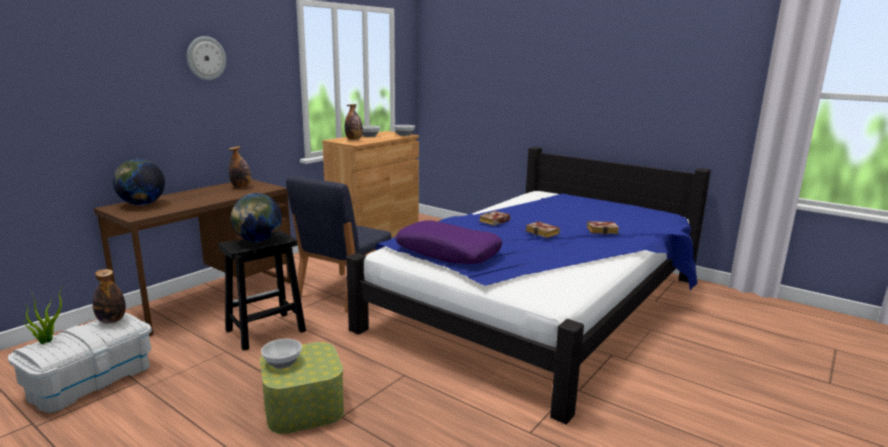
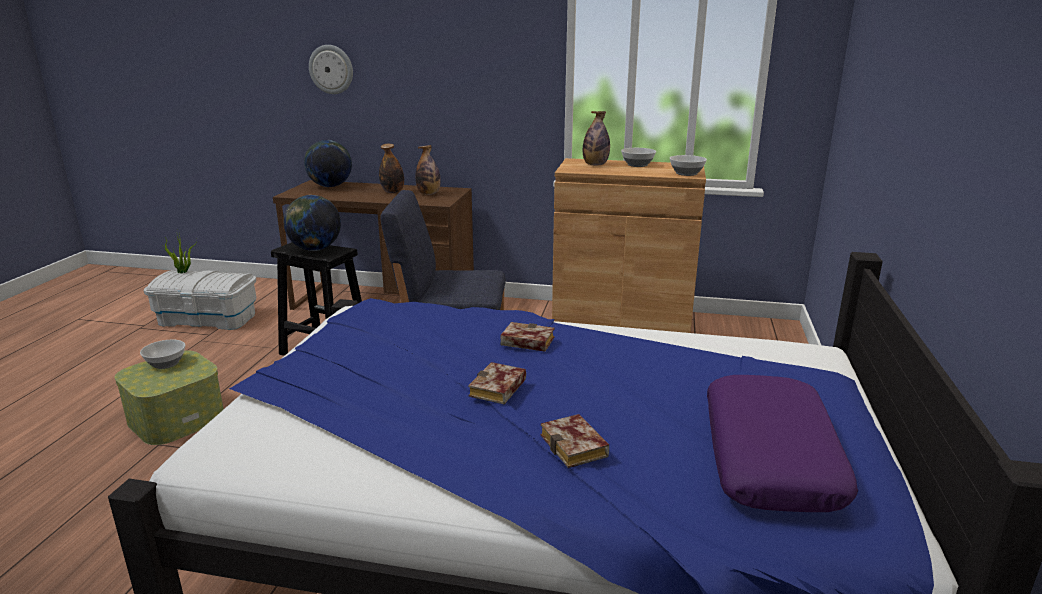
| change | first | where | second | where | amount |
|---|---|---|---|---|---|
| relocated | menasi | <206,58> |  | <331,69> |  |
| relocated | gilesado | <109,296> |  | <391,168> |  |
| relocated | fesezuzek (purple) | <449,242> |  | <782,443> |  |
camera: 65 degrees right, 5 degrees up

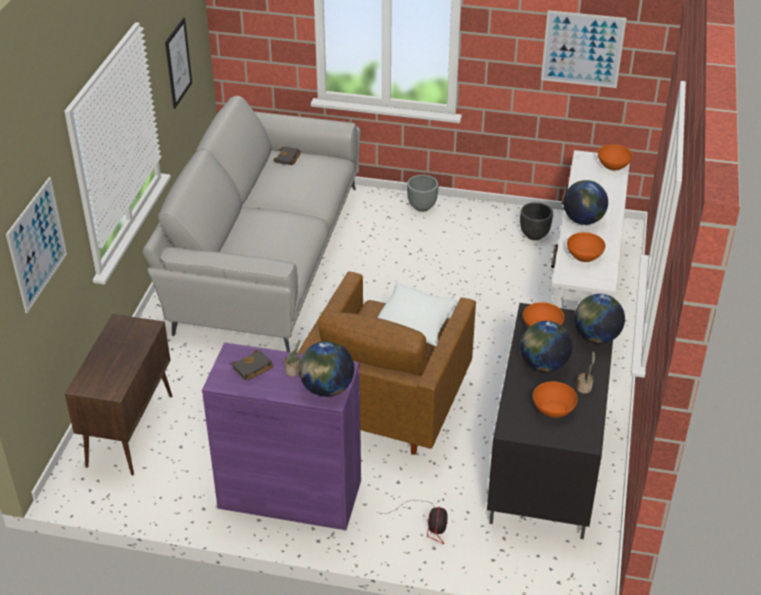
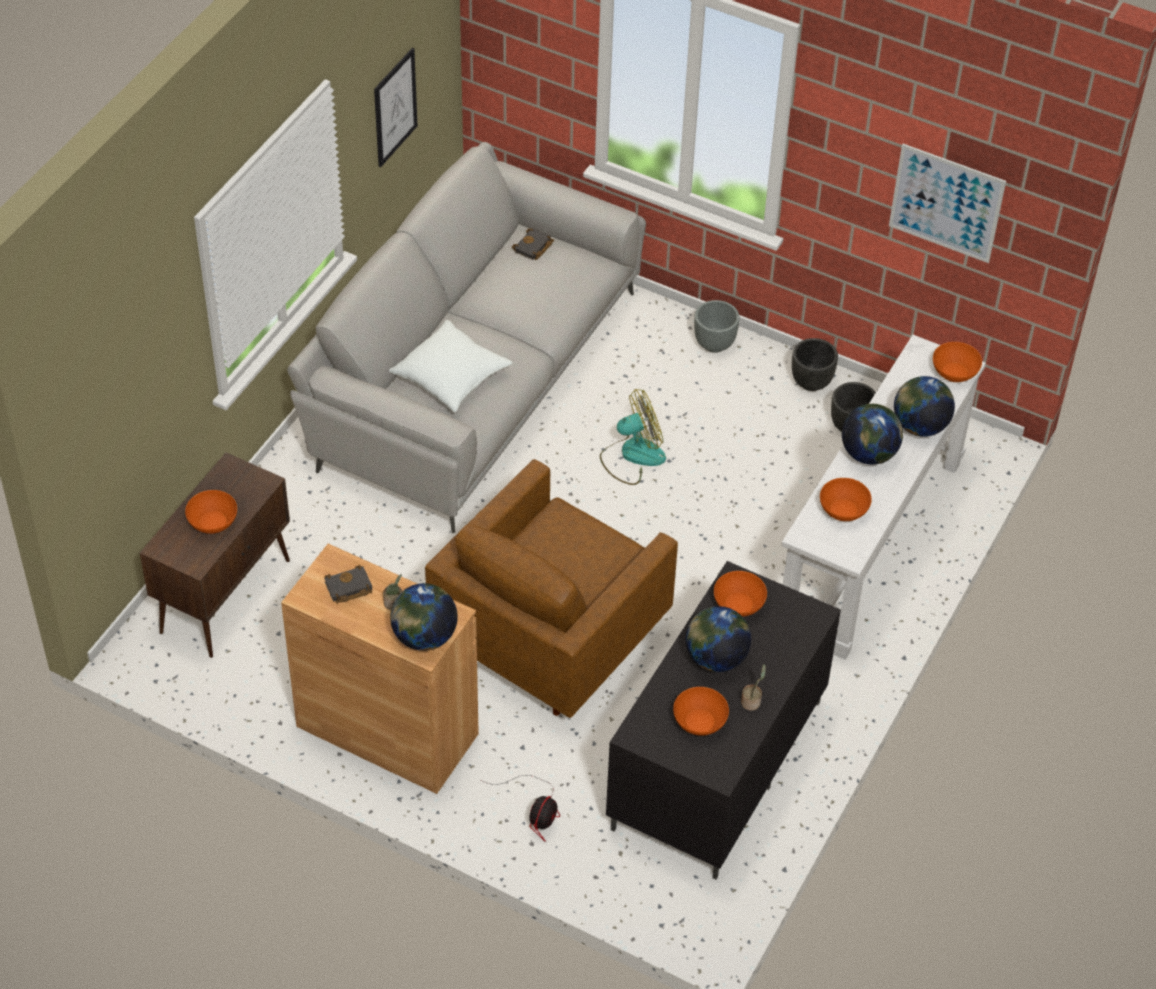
| change | first | where | second | where | amount |
|---|---|---|---|---|---|
| appeared |  |  | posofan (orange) | <211,512> |  |
| colour | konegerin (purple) | <281,436> | konegerin (brown) | <380,669> |  |
| relocated | fesezuzek (white) | <417,314> |  | <450,366> |  |
| appeared |  |  | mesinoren | <633,437> |  |
| appeared |  |  | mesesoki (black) | <815,364> |  |
| relocated | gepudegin | <599,319> |  | <924,406> |  |
| missing | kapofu | <36,245> |  |  |  |
camera: 15 degrees right, 10 degrees up

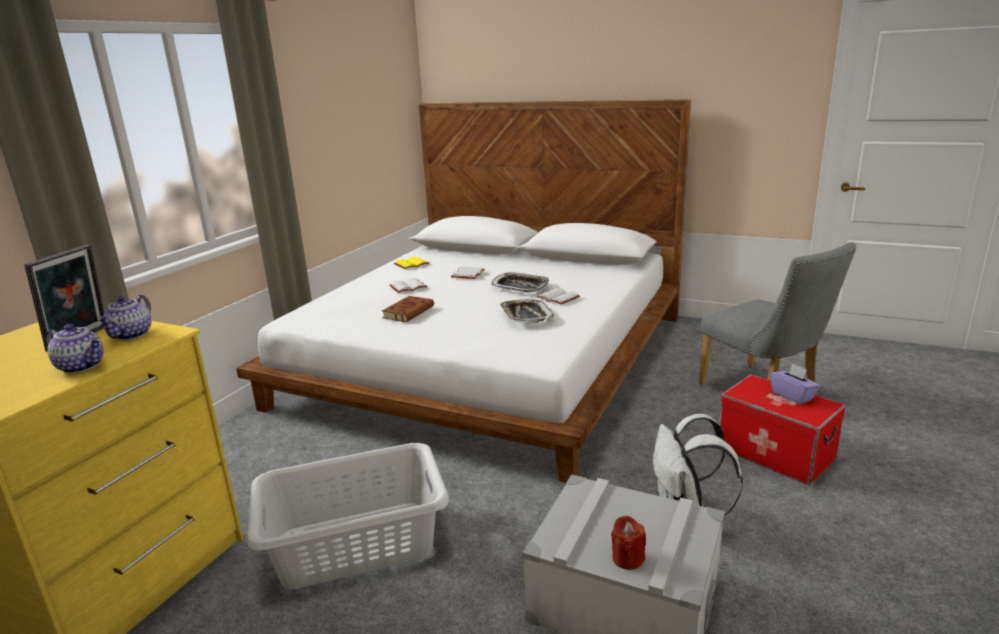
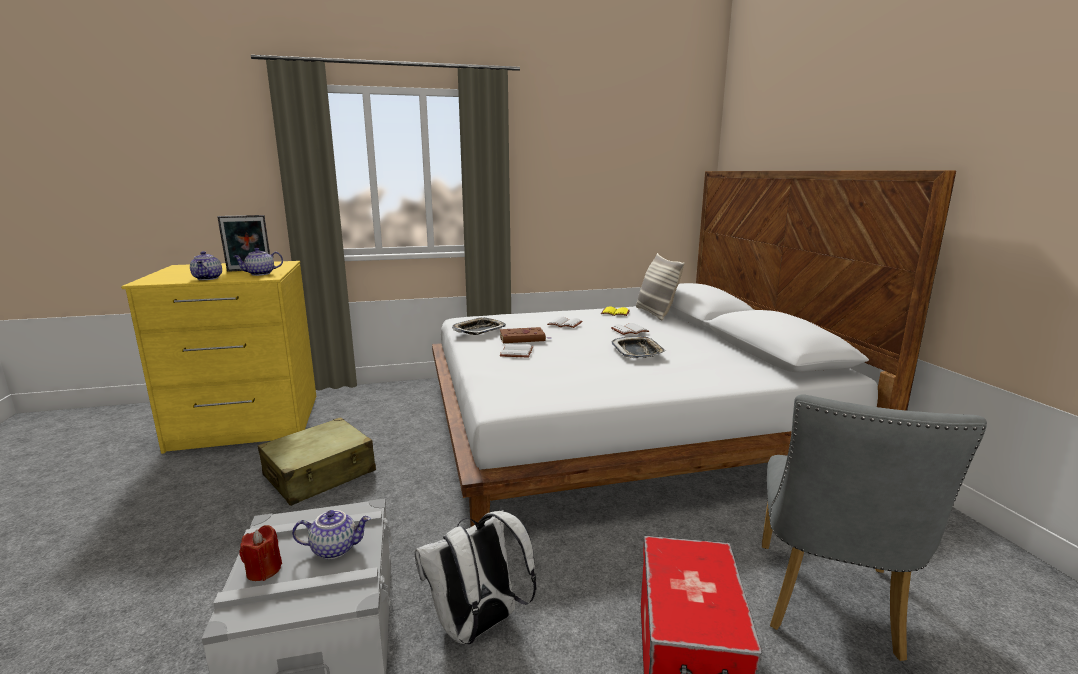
| change | first | where | second | where | amount |
|---|---|---|---|---|---|
| exchanged | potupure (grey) | <348,516> | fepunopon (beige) | <317,461> |  |
| appeared |  |  | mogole | <331,534> |  |
| relocated | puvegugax | <526,311> |  | <479,326> |  |
| relocated | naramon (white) | <558,296> |  | <517,351> |  |
| appeared |  |  | fesezuzek | <660,287> |  |
| missing | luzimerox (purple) | <795,383> |  |  |  |
camera: 50 degrees right, 5 degrees down

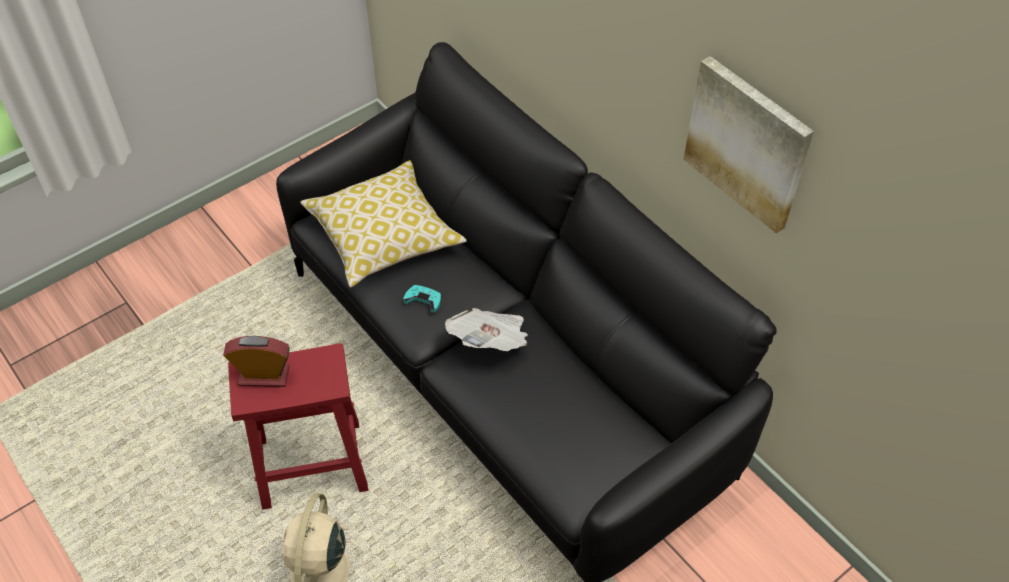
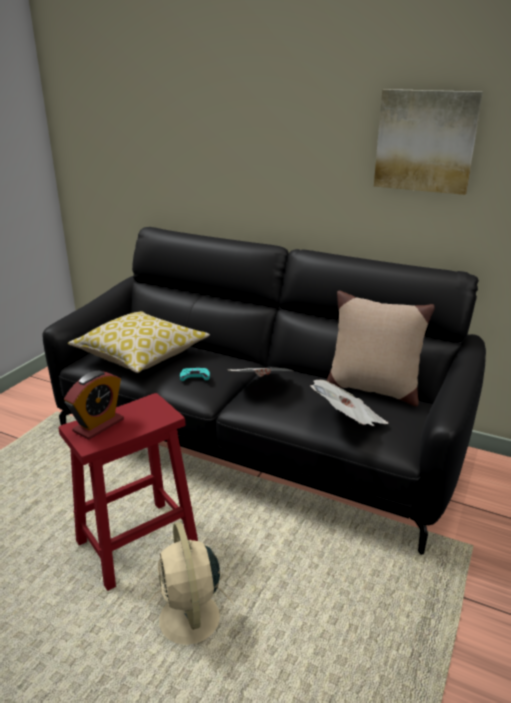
| change | first | where | second | where | amount |
|---|---|---|---|---|---|
| spun | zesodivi | <256,361> |  | <94,405> | 150 degrees clockwise |
| appeared |  |  | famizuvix | <349,403> |  |
| appeared |  |  | fesezuzek (beige) | <380,349> |  |
camera: 25 degrees left, 25 degrees down

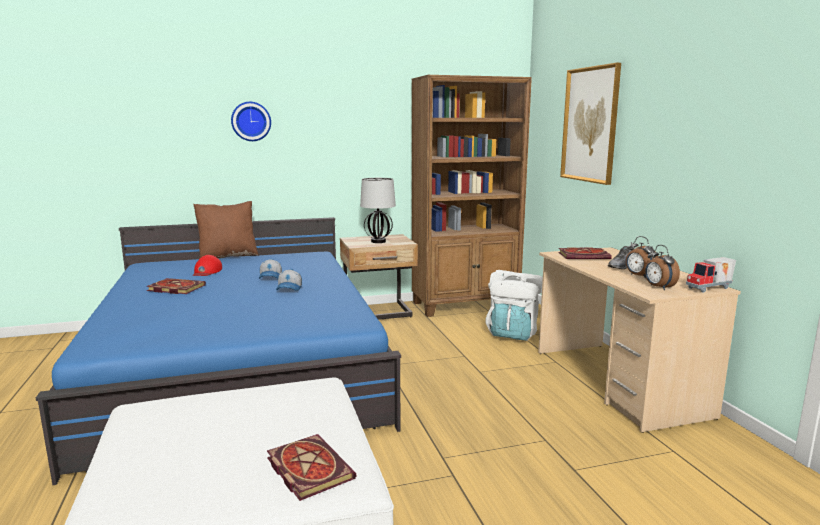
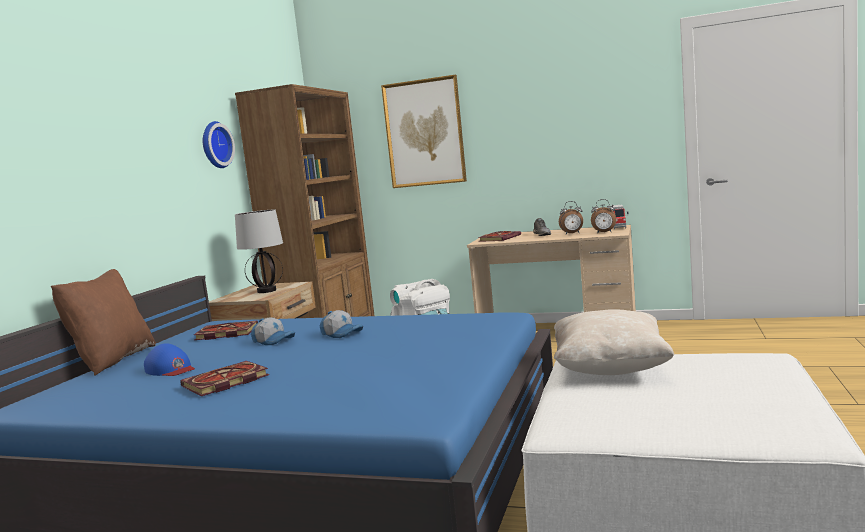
| change | first | where | second | where | amount |
|---|---|---|---|---|---|
| colour | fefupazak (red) | <207,265> | fefupazak (blue) | <169,359> |  |
| relocated | naramon | <311,467> |  | <226,330> |  |
| relocated | menasi | <251,121> |  | <219,144> |  |
| appeared |  |  | fesezuzek (beige) | <614,342> |  |
camera: 55 degrees left, 5 degrees down

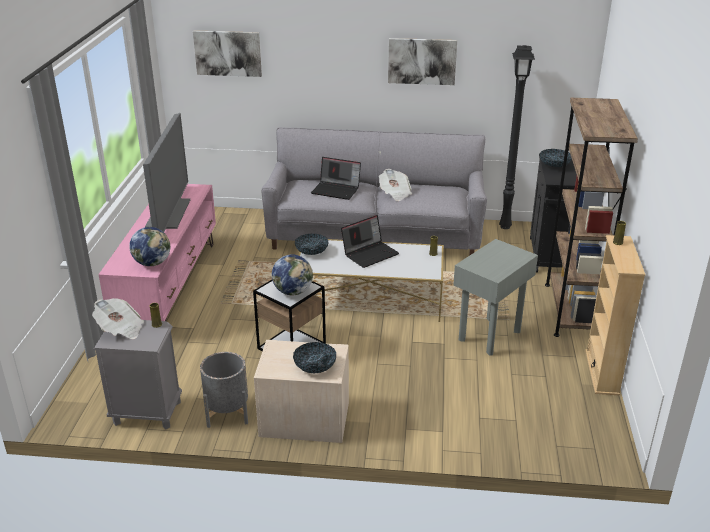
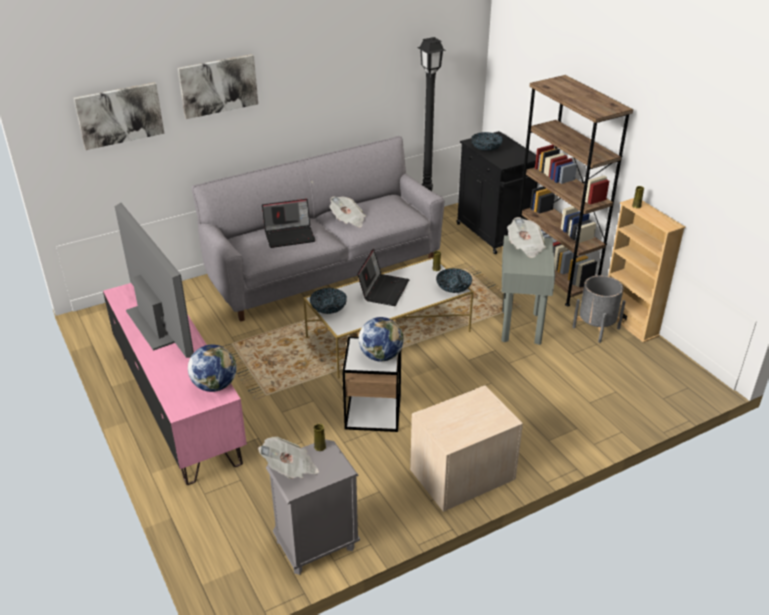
| change | first | where | second | where | amount |
|---|---|---|---|---|---|
| relocated | kapofu | <422,61> |  | <218,86> |  |
| relocated | posofan | <314,357> |  | <454,280> |  |
| appeared |  |  | famizuvix | <526,237> |  |
| relocated | mesesoki (grey) | <224,390> |  | <599,309> |  |
camera: 35 degrees left, 5 degrees up

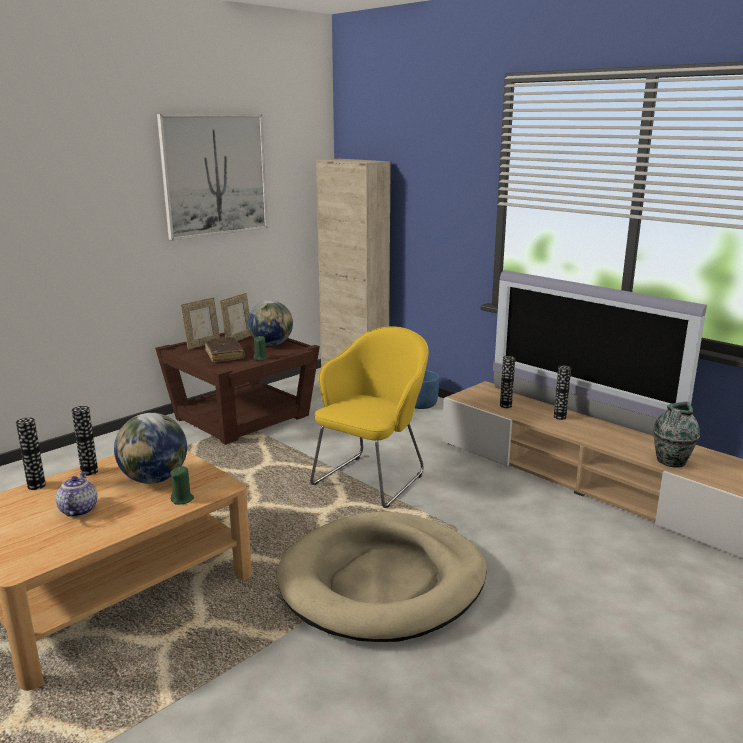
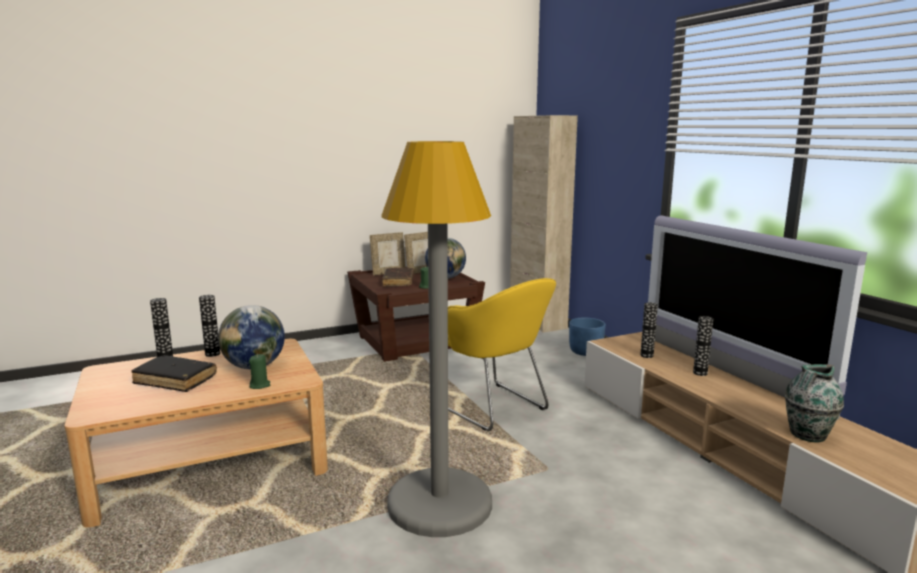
| change | first | where | second | where | amount |
|---|---|---|---|---|---|
| exchanged | mogole | <76,494> | naramon (black) | <174,373> |  |
| exchanged | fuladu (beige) | <382,577> | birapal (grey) | <436,339> |  |
| spun | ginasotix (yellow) | <369,417> |  | <502,354> | 90 degrees clockwise |
| missing | kapofu | <212,177> |  |  |  |
camera: 20 degrees right, 5 degrees down

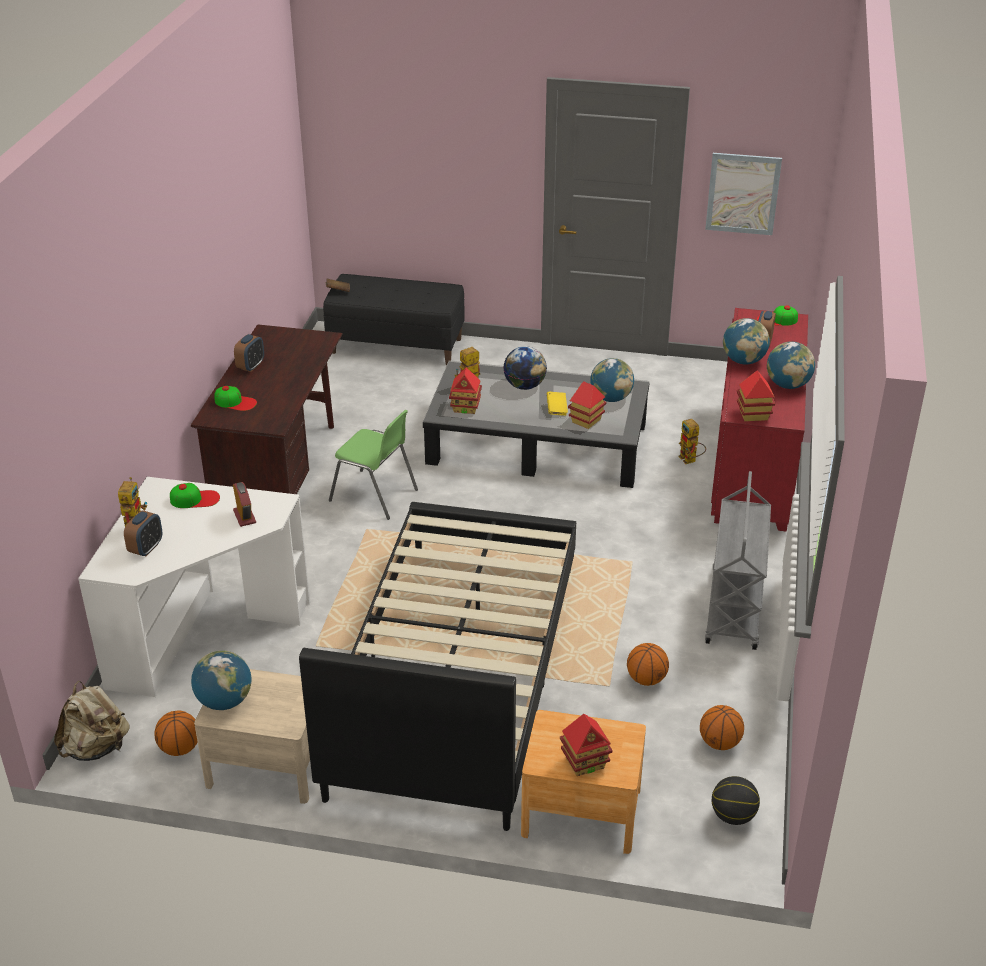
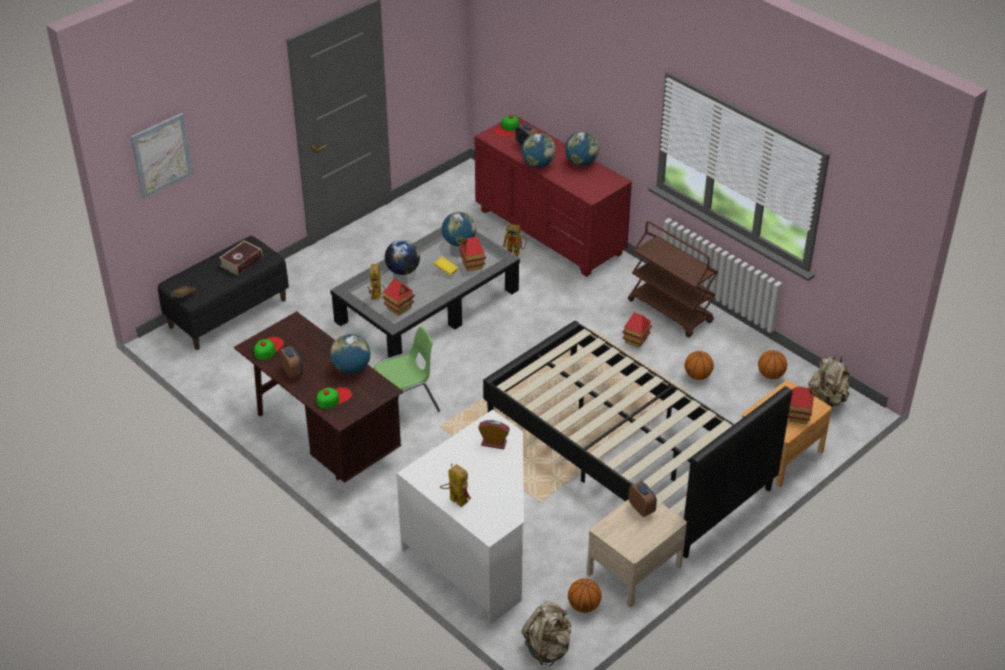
| change | first | where | second | where | amount |
|---|---|---|---|---|---|
| relocated | kapofu | <743,194> |  | <162,155> |  |
| appeared |  |  | naramon | <240,258> |  |
| relocated | fefupazak | <195,495> |  | <269,348> |  |
| relocated | gepudegin | <221,680> |  | <350,354> |  |
| relocated | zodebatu | <756,395> |  | <637,330> |  |
| colour | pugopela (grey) | <738,560> | pugopela (brown) | <673,279> |  |
| relocated | zesodivi | <143,533> |  | <642,499> |  |
| exchanged | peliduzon | <736,800> | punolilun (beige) | <829,381> |  |
camera: 55 degrees left, 5 degrees up

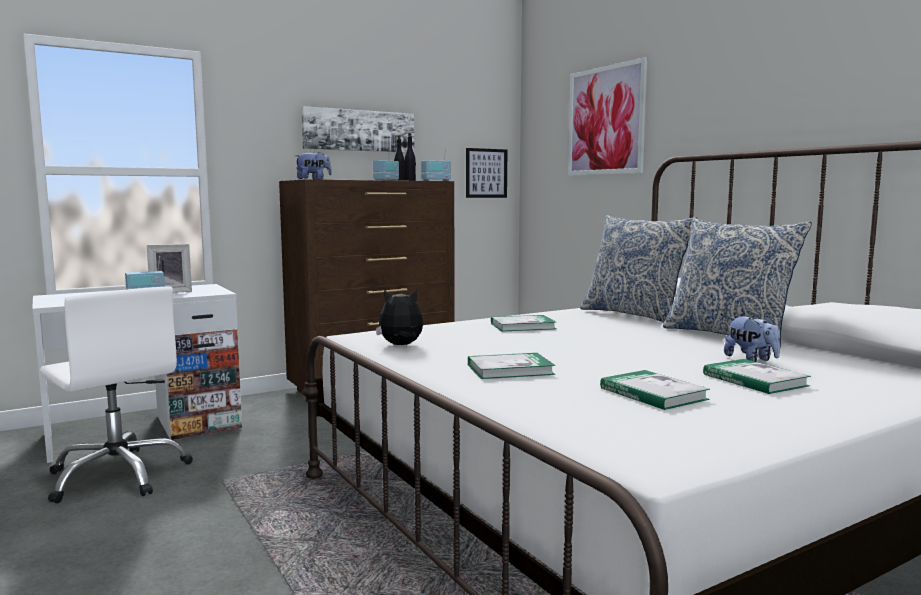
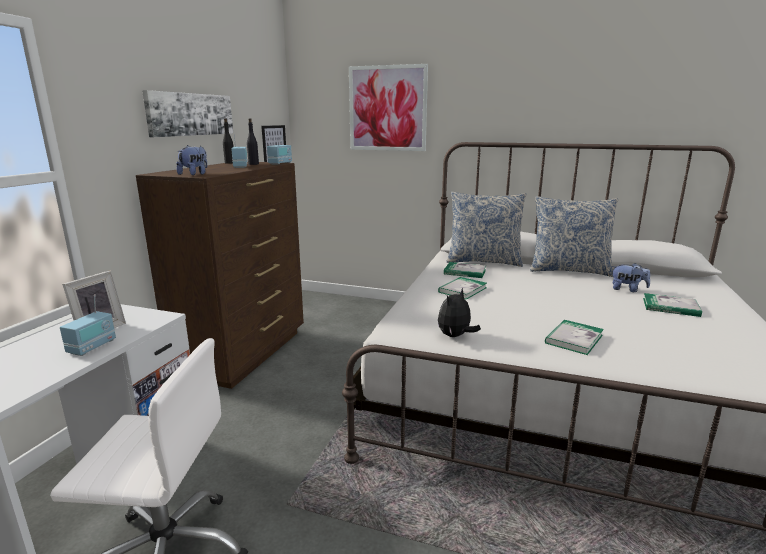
| change | first | where | second | where | amount |
|---|---|---|---|---|---|
| relocated | naramon | <655,390> |  | <465,270> |  |
camera: 40 degrees left, 10 degrees up

